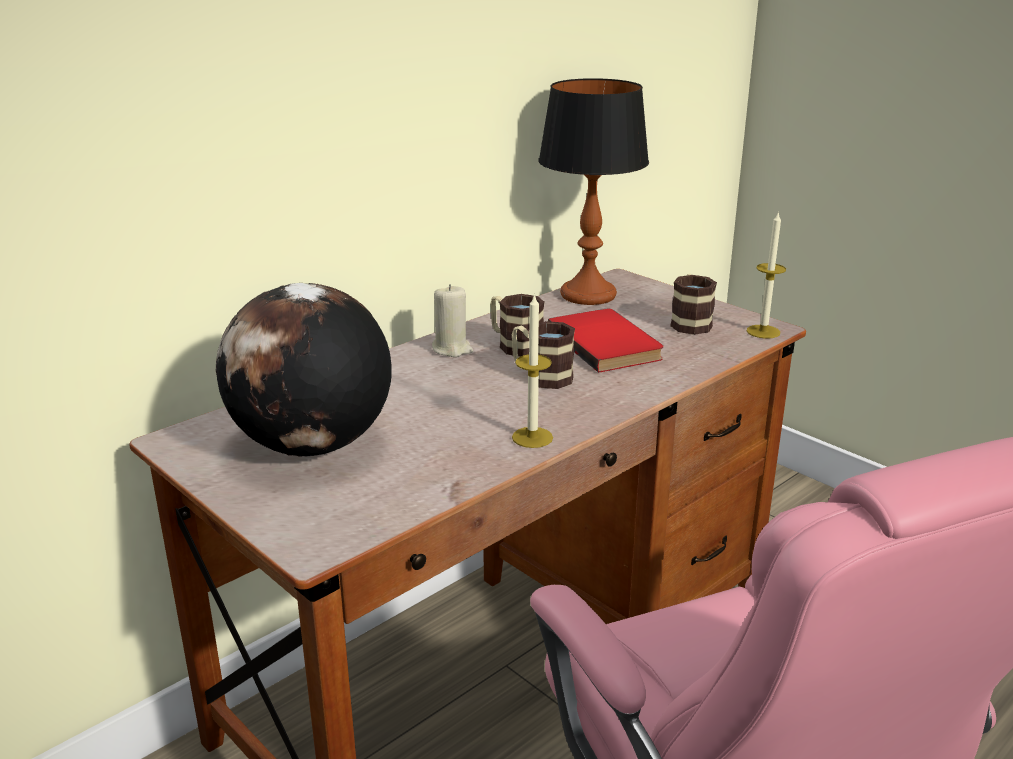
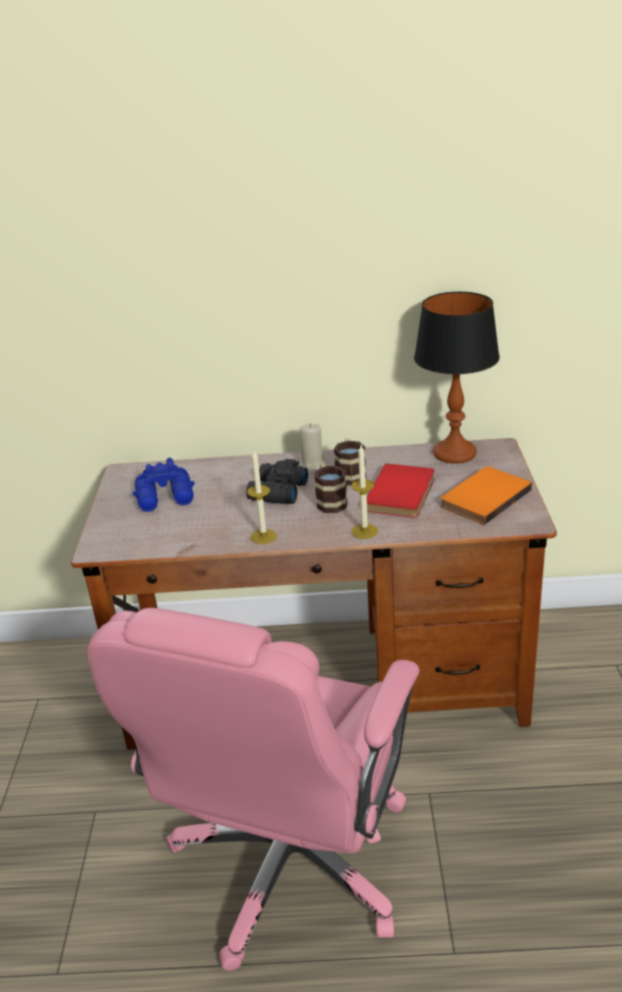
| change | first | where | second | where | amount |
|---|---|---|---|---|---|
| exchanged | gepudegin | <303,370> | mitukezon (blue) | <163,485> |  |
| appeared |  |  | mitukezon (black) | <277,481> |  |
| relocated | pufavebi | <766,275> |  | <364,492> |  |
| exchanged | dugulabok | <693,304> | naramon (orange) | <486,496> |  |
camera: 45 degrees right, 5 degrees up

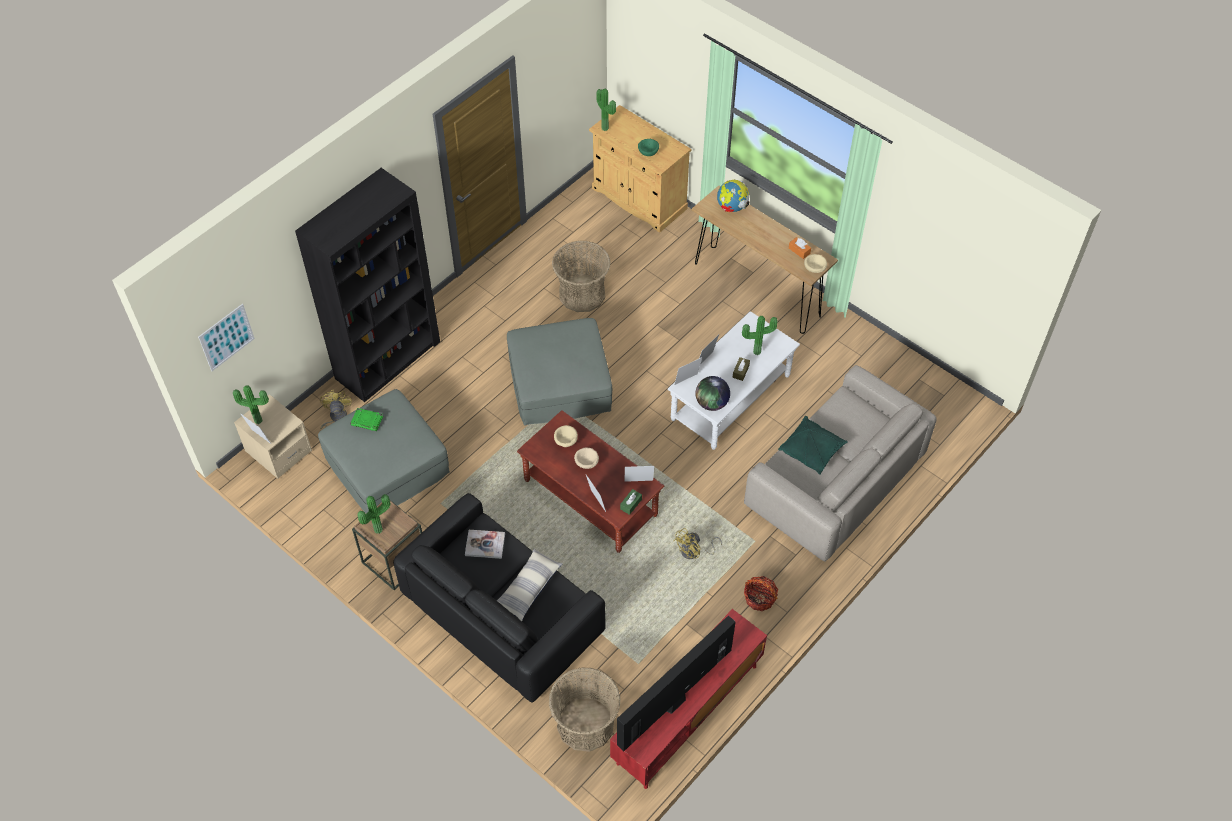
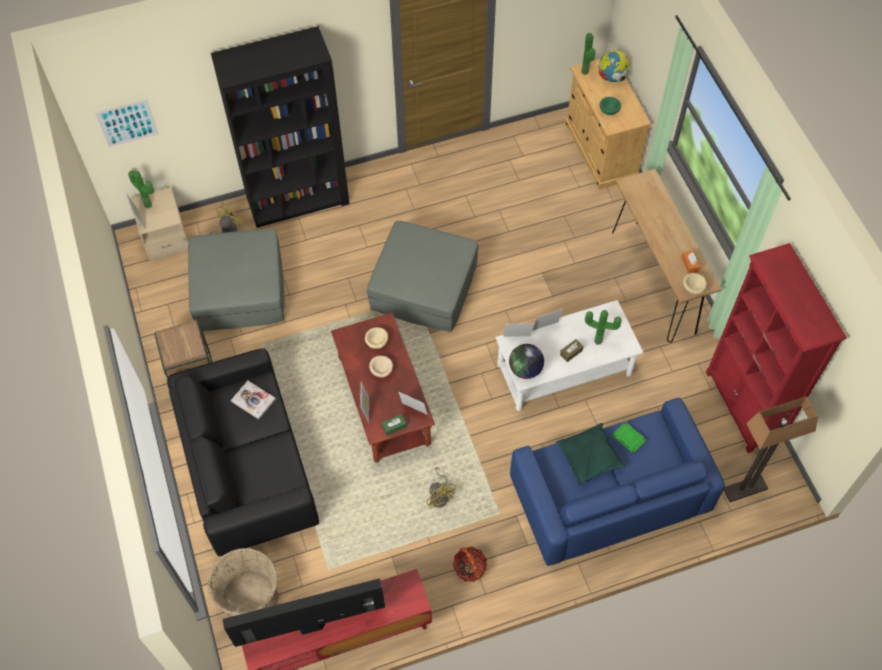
| change | first | where | second | where | amount |
|---|---|---|---|---|---|
| spun | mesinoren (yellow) | <698,543> |  | <441,488> | 105 degrees counterclockwise |
| colour | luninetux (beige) | <840,463> | luninetux (blue) | <617,482> |  |
| relocated | gepudegin | <733,196> |  | <615,66> |  |
| relocated | naramon (green) | <366,419> |  | <629,438> |  |
| appeared |  |  | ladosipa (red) | <776,348> |  |
| appeared |  |  | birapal | <771,449> |  |
| missing | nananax | <374,514> |  |  |  |
| missing | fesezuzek | <530,585> |  |  |  |
| missing | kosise | <581,276> |  |  |  |
camera: 30 degrees right, 5 degrees up

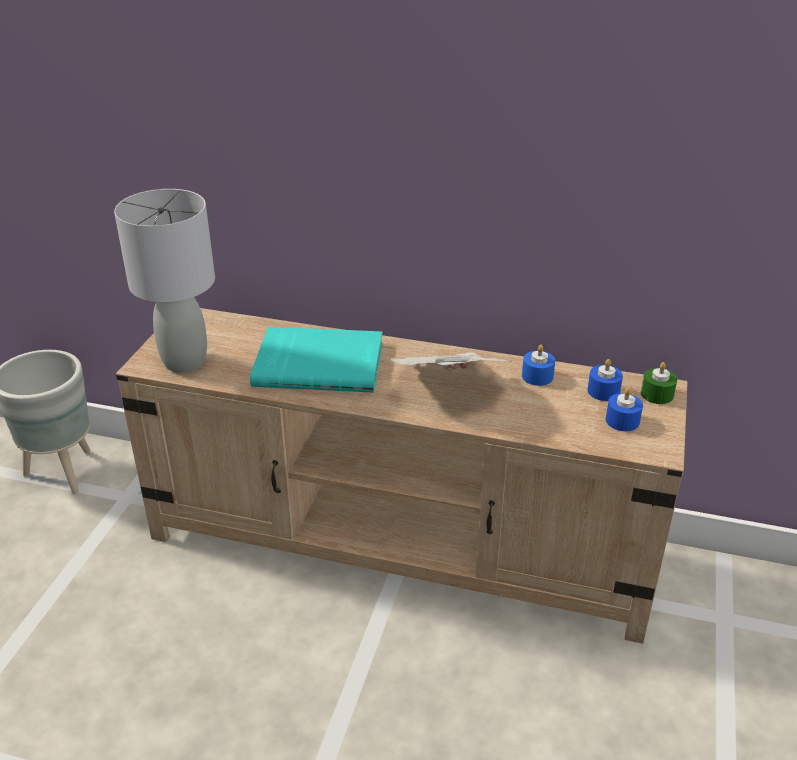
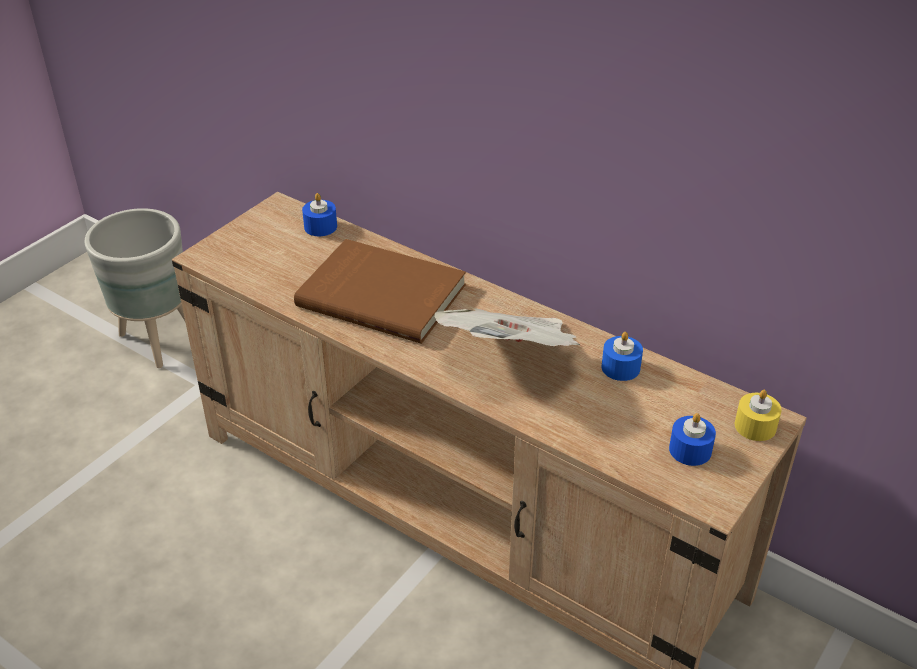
| change | first | where | second | where | amount |
|---|---|---|---|---|---|
| colour | naramon (turquoise) | <316,360> | naramon (brown) | <380,291> |  |
| relocated | pufavebi (blue) | <605,380> |  | <319,214> |  |
| colour | pufavebi (green) | <659,383> | pufavebi (yellow) | <758,415> |  |
| missing | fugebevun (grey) | <164,281> |  |  |  |
camera: 20 degrees right, 5 degrees up

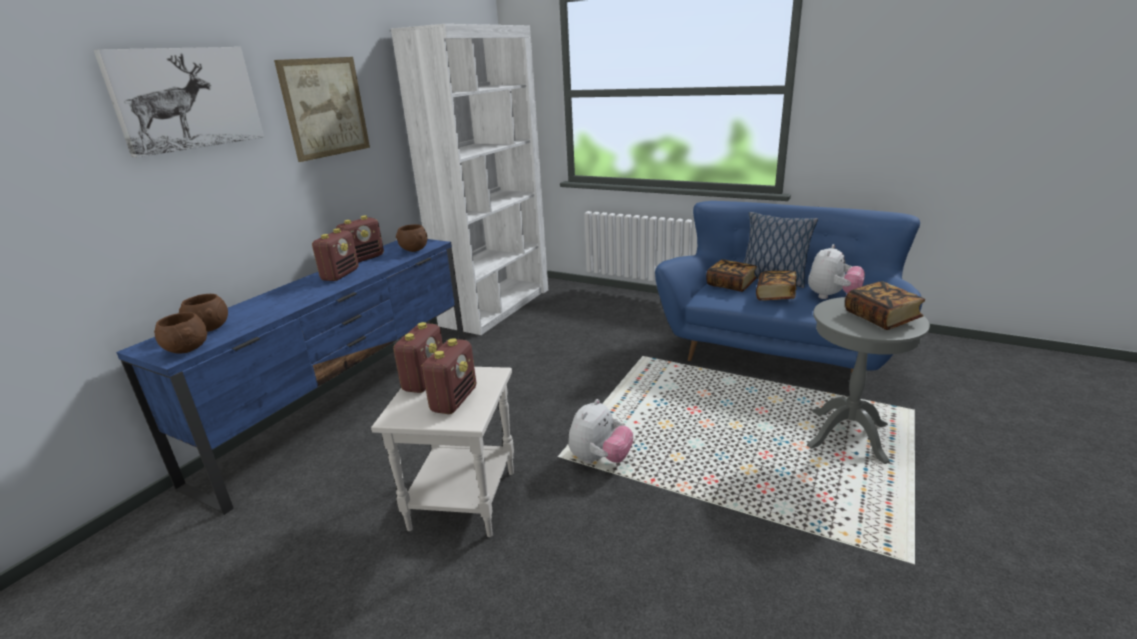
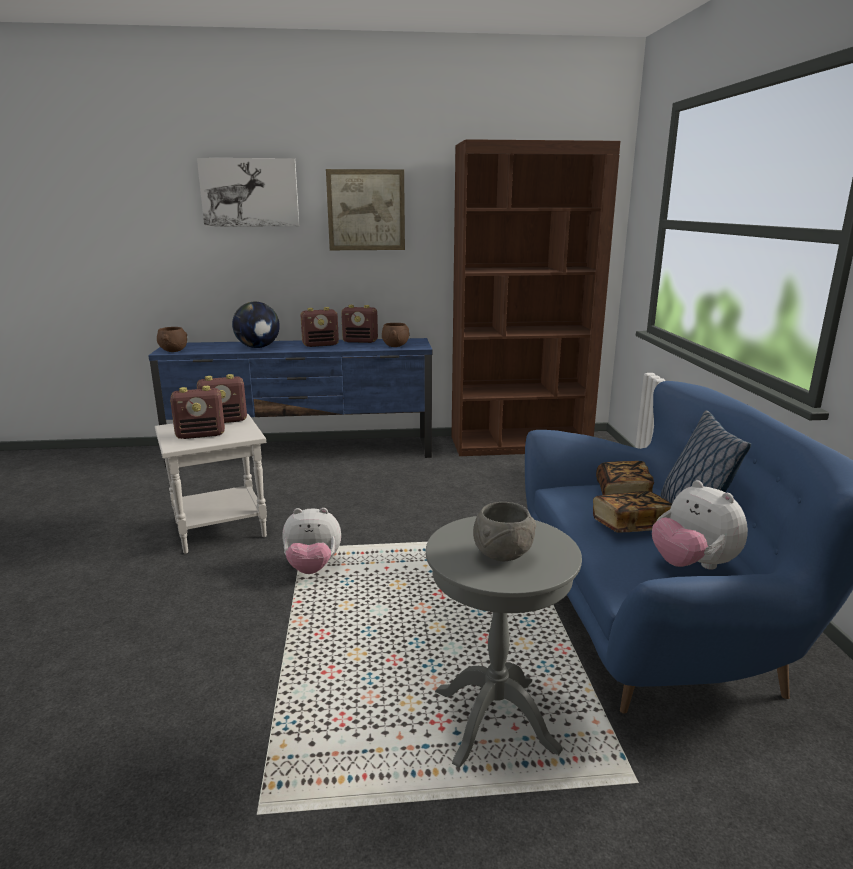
| change | first | where | second | where | amount |
|---|---|---|---|---|---|
| appeared |  |  | gepudegin | <256,325> |  |
| colour | ladosipa (white) | <469,179> | ladosipa (brown) | <536,297> |  |
| exchanged | naramon | <885,305> | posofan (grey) | <504,531> |  |
| spun | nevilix | <836,271> |  | <700,525> | 60 degrees clockwise |
| missing | posofan (brown) | <203,313> |  |  |  |
camera: 55 degrees right, 5 degrees down

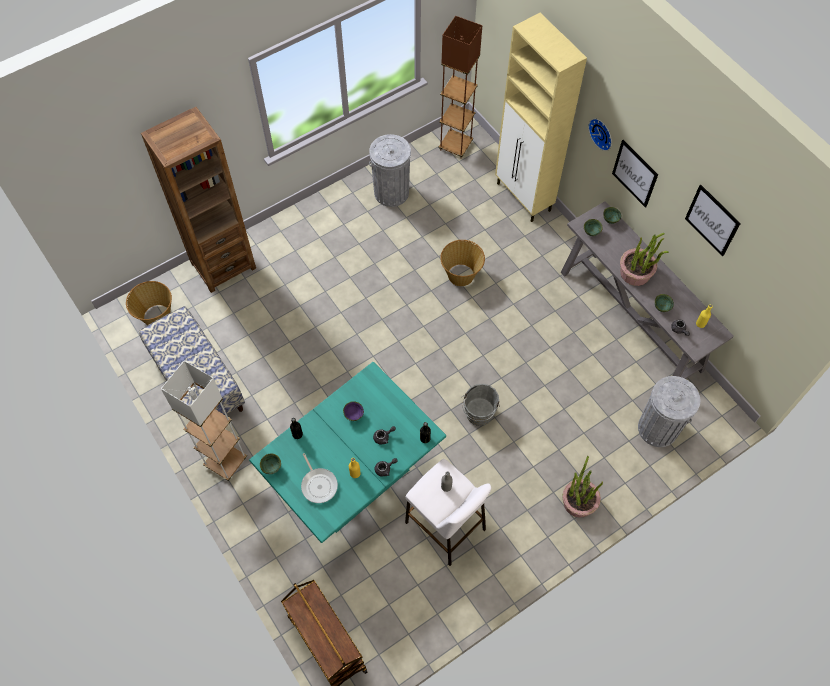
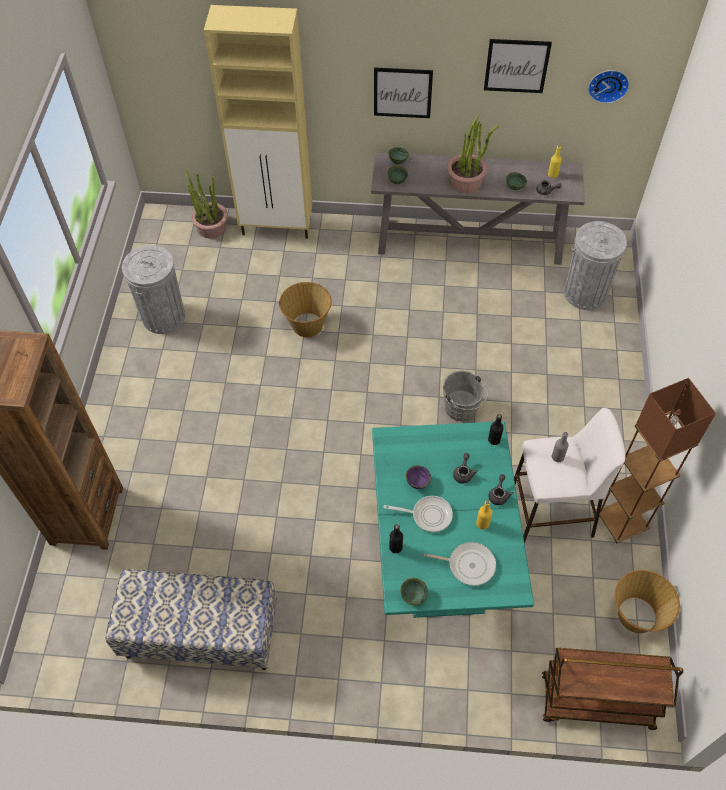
| change | first | where | second | where | amount |
|---|---|---|---|---|---|
| relocated | nananax | <583,487> |  | <206,204> |  |
| appeared |  |  | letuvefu | <418,514> |  |
| relocated | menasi | <600,135> |  | <608,86> |  |
| relocated | birapal (brown) | <460,87> |  | <657,460> |  |
| relocated | kosise | <149,303> |  | <647,601> |  |
| missing | birapal (white) | <204,420> |  |  |  |
camera: 50 degrees left, 5 degrees down

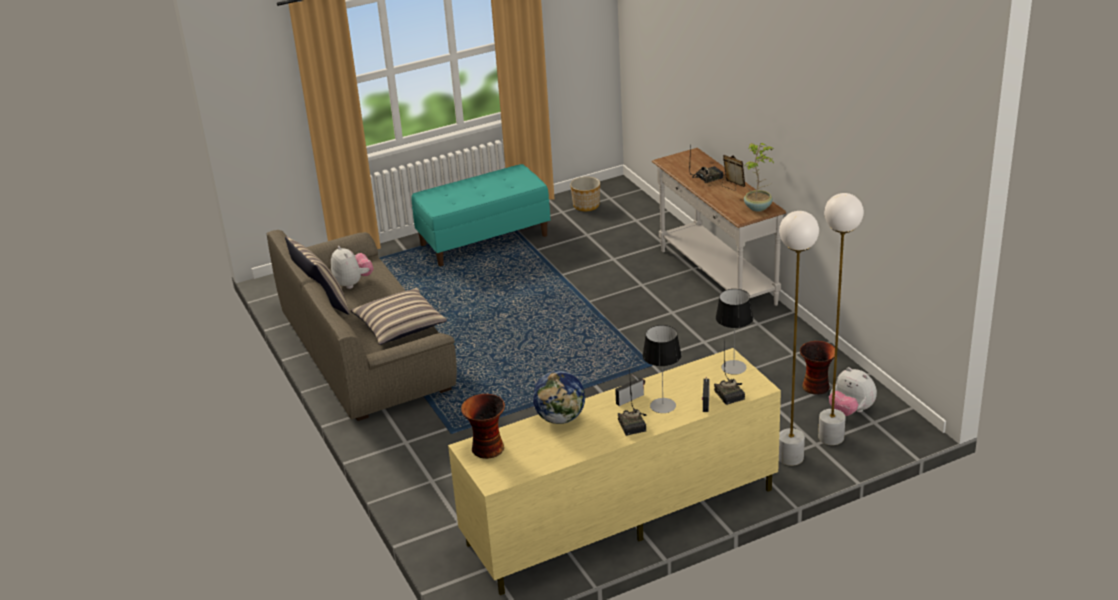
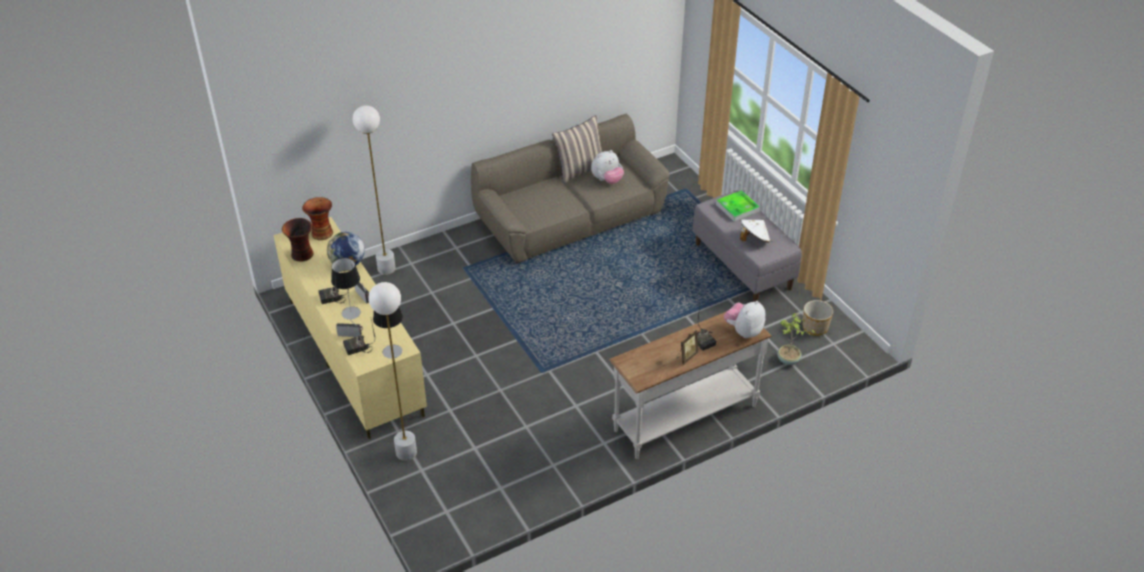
| change | first | where | second | where | amount |
|---|---|---|---|---|---|
| relocated | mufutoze | <817,368> |  | <298,239> |  |
| relocated | birapal (white) | <841,319> |  | <374,190> |  |
| colour | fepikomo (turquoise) | <480,215> | fepikomo (grey) | <747,246> |  |
| appeared |  |  | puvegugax | <738,205> |  |
| relocated | nevilix | <853,391> |  | <745,319> |  |
| appeared |  |  | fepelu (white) | <755,231> |  |
| relocated | nananax | <759,177> |  | <796,339> |  |
| missing | fesezuzek | <399,316> |  |  |  |
camera: 85 degrees right, 10 degrees up

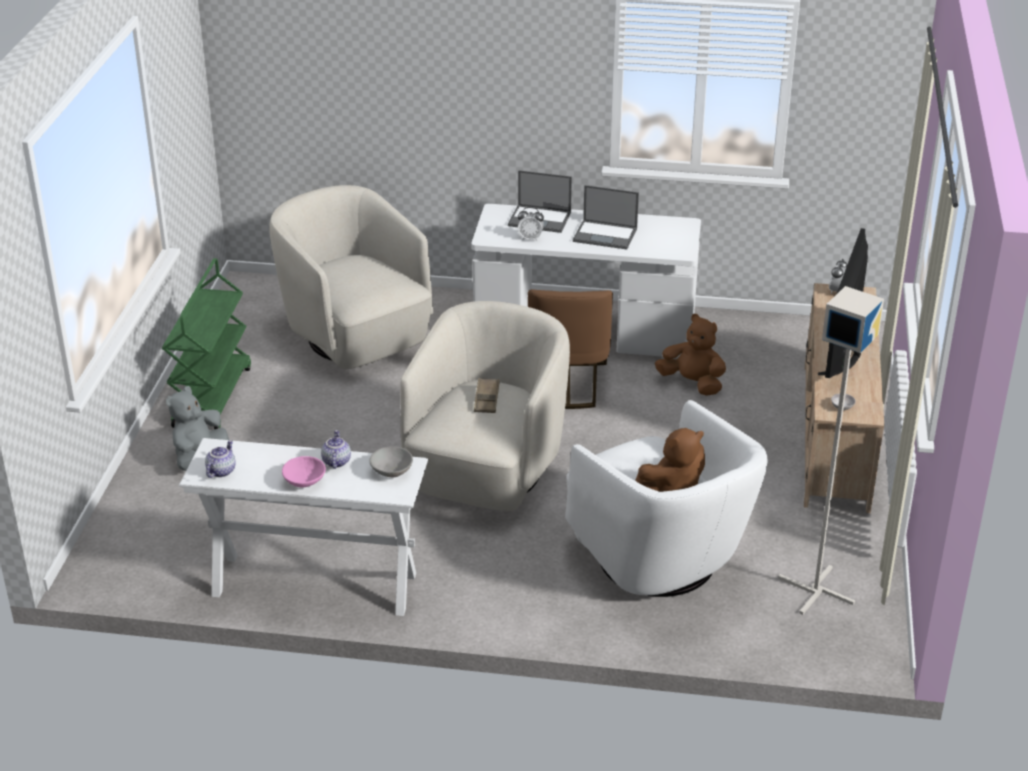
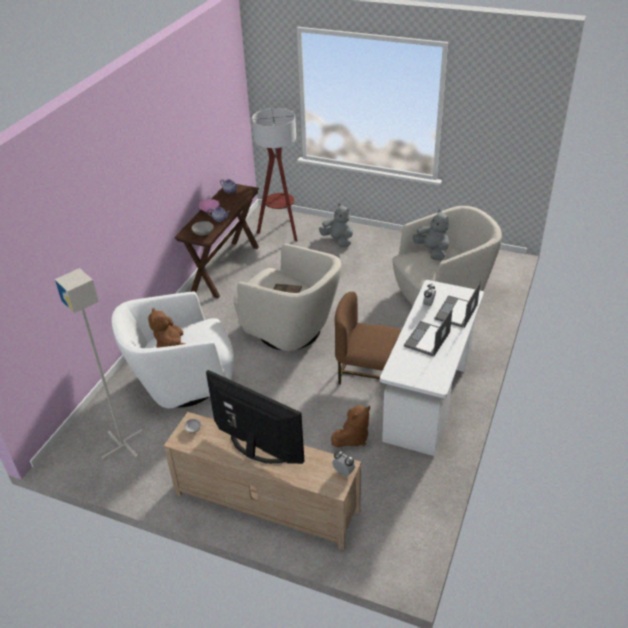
| change | first | where | second | where | amount |
|---|---|---|---|---|---|
| colour | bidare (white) | <303,527> | bidare (brown) | <216,241> |  |
| appeared |  |  | birapal | <274,175> |  |
| appeared |  |  | nevilix (grey) | <431,235> |  |
| missing | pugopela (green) | <206,343> |  |  |  |
camera: 105 degrees right, 5 degrees up

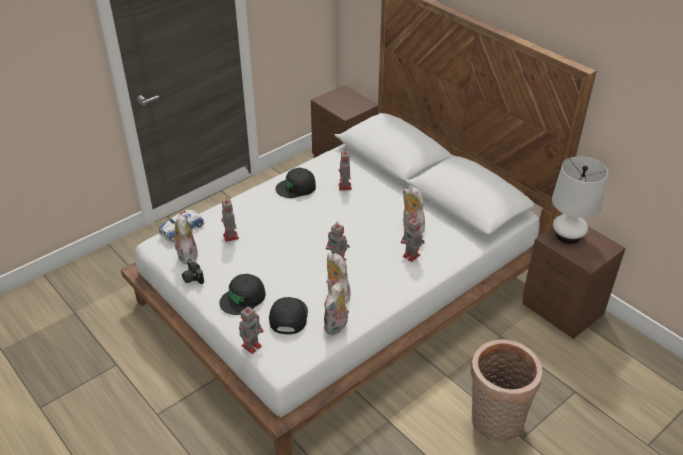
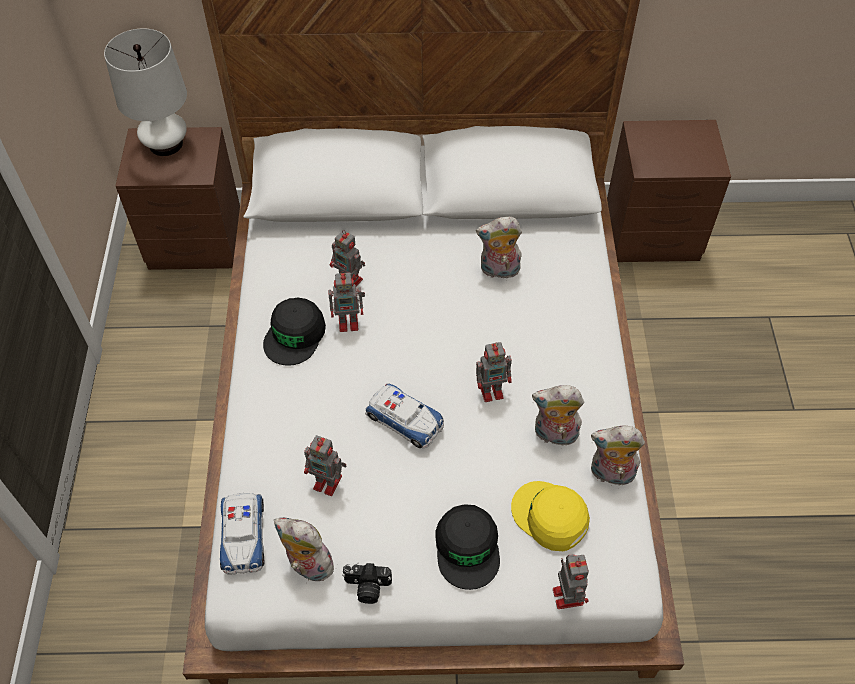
| change | first | where | second | where | amount |
|---|---|---|---|---|---|
| relocated | fugebevun (white) | <580,200> |  | <145,92> |  |
| relocated | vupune | <413,239> |  | <346,301> |  |
| appeared |  |  | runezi | <404,416> |  |
| colour | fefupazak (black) | <288,315> | fefupazak (yellow) | <550,516> |  |
| spun | nevilix | <336,308> |  | <618,457> | 120 degrees clockwise |
| missing | kosise | <506,390> |  |  |  |
camera: 50 degrees left, 15 degrees up

